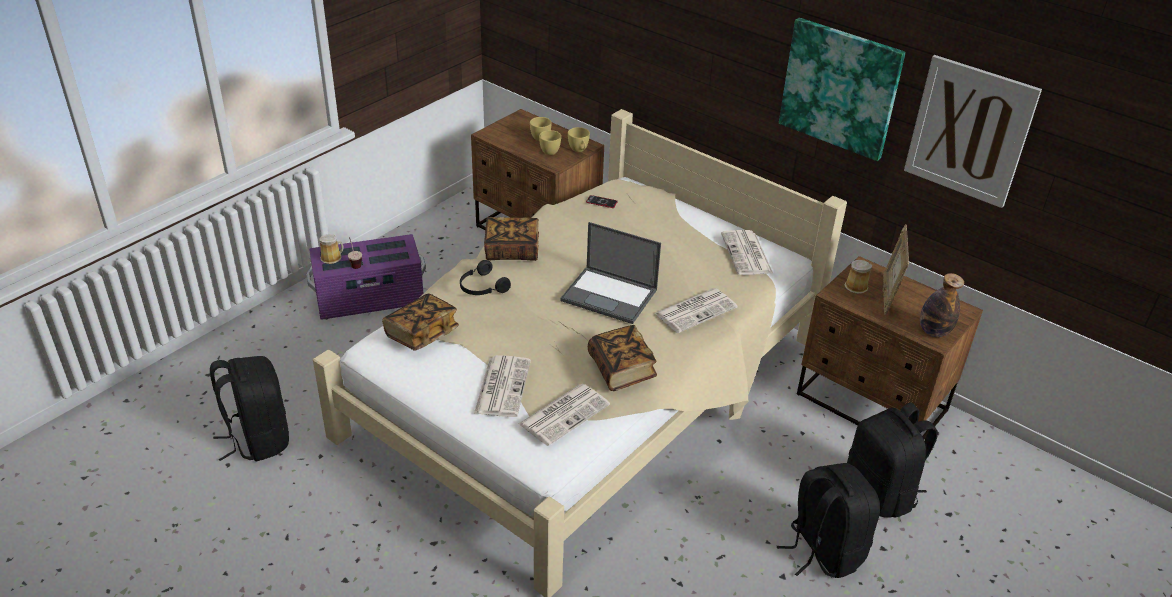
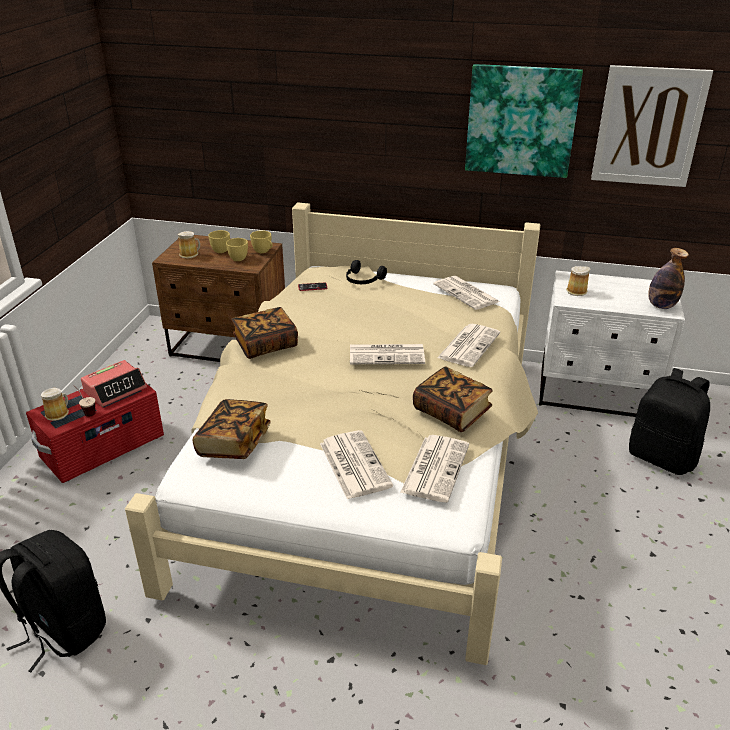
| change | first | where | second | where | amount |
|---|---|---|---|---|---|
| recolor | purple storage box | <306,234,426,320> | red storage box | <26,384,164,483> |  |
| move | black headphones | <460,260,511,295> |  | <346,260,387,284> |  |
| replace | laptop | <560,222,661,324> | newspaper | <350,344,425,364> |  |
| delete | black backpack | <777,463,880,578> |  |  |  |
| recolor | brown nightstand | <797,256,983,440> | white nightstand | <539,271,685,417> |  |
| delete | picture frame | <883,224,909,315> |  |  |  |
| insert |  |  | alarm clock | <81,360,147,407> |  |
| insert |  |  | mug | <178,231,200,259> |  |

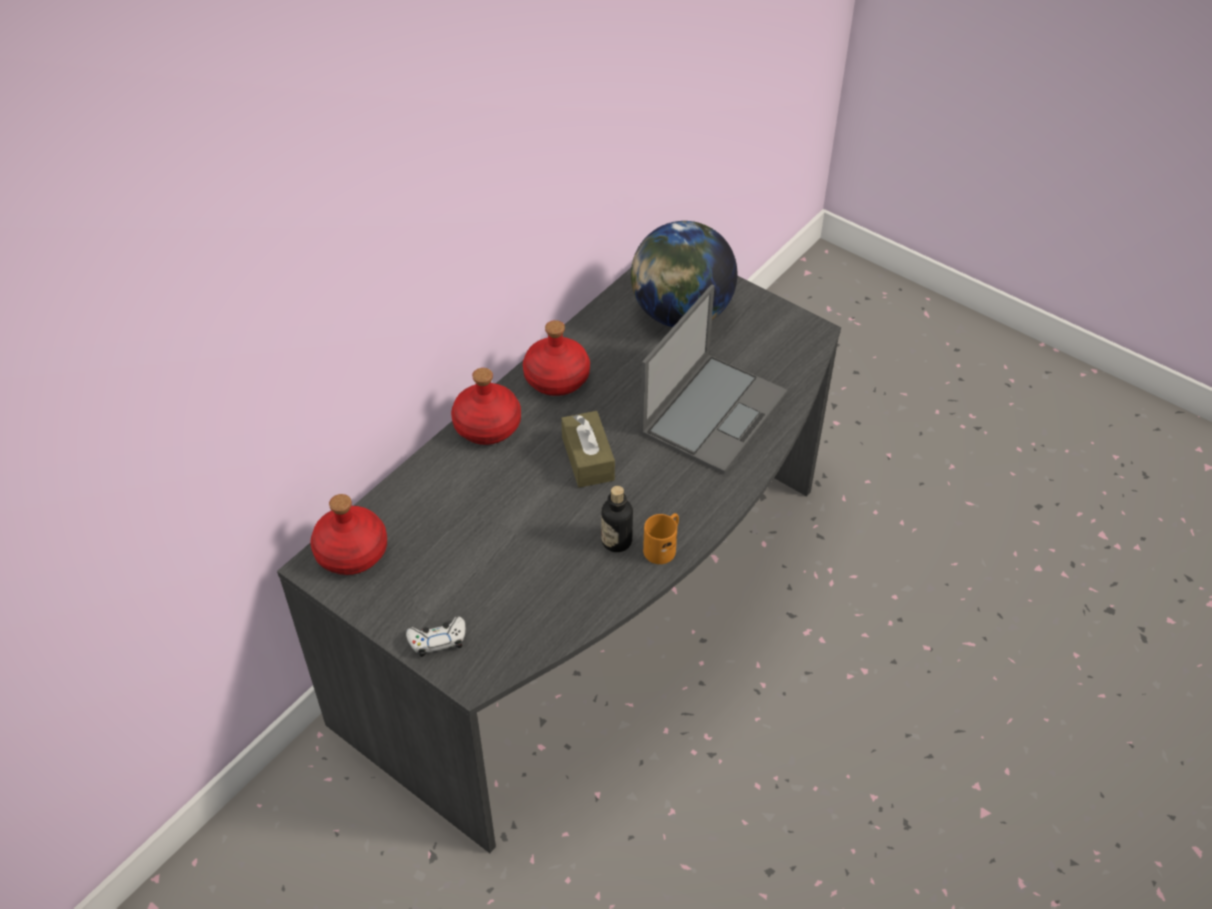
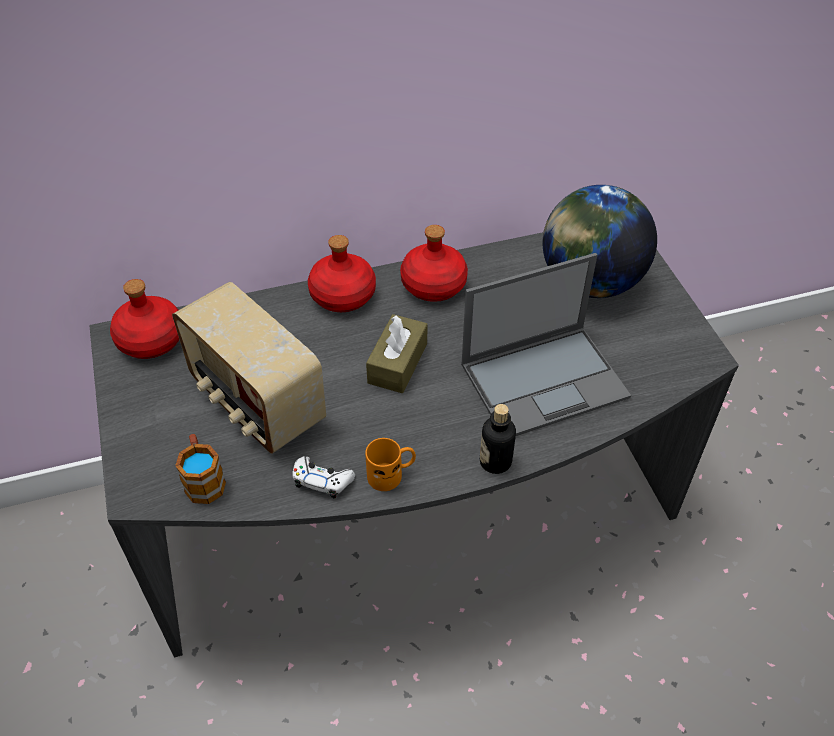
| change | first | where | second | where | amount |
|---|---|---|---|---|---|
| move | white game controller | <406,617,465,657> |  | <292,456,355,499> |  |
| move | bottle | <601,486,633,552> |  | <480,404,516,474> |  |
| insert |  |  | radio | <172,282,326,454> |  |
| insert |  |  | mug | <175,434,226,504> |  |

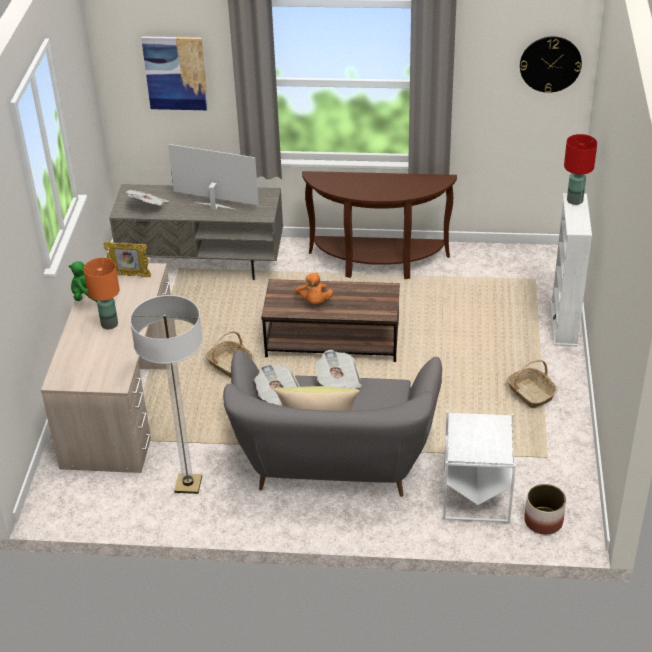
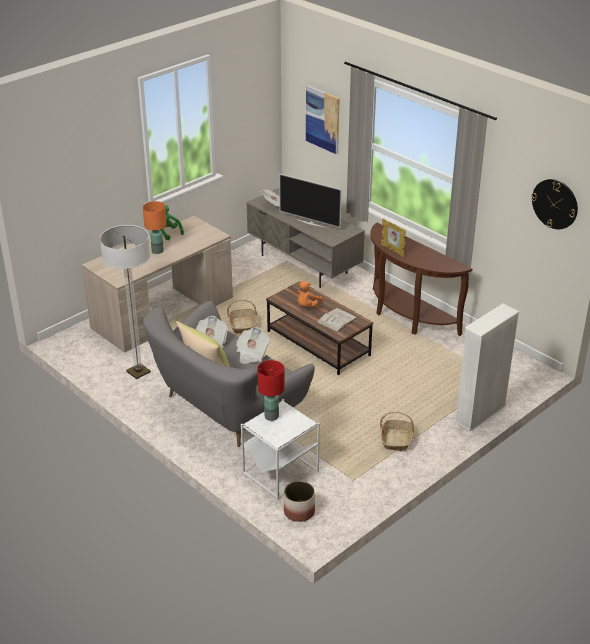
| change | first | where | second | where | amount |
|---|---|---|---|---|---|
| move | picture frame | <103,242,151,277> |  | <381,219,406,257> |  |
| rotate | television | <168,144,259,210> |  | <279,174,342,228> | 150 degrees clockwise |
| move | red table lamp | <564,134,597,205> |  | <257,360,285,421> |  |
| insert |  |  | white book | <316,308,358,333> |  |

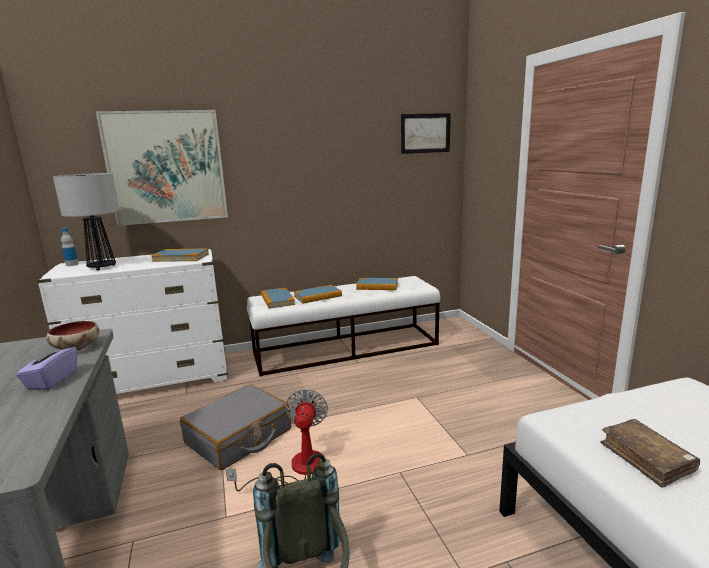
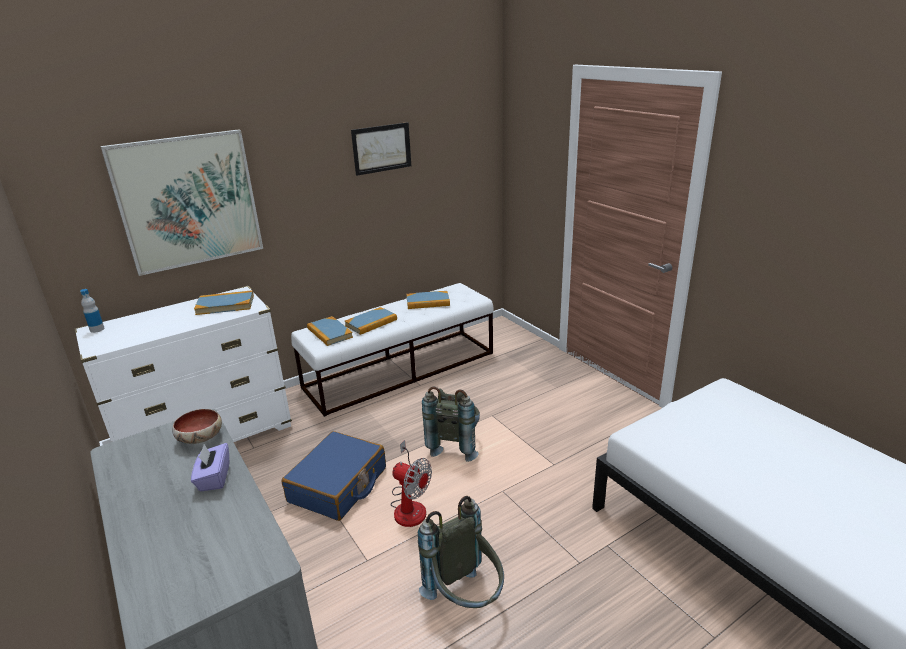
| change | first | where | second | where | amount |
|---|---|---|---|---|---|
| delete | table lamp | <53,173,119,271> |  |  |  |
| recolor | grey suitcase | <180,385,291,470> | blue suitcase | <282,431,386,521> |  |
| rotate | fan | <226,389,328,491> |  | <391,440,432,527> | 135 degrees clockwise |
| move | picture | <401,113,451,154> |  | <351,122,411,176> |  |
| delete | brown book | <600,419,700,488> |  |  |  |
| insert |  |  | grey backpack | <422,387,480,462> |  |

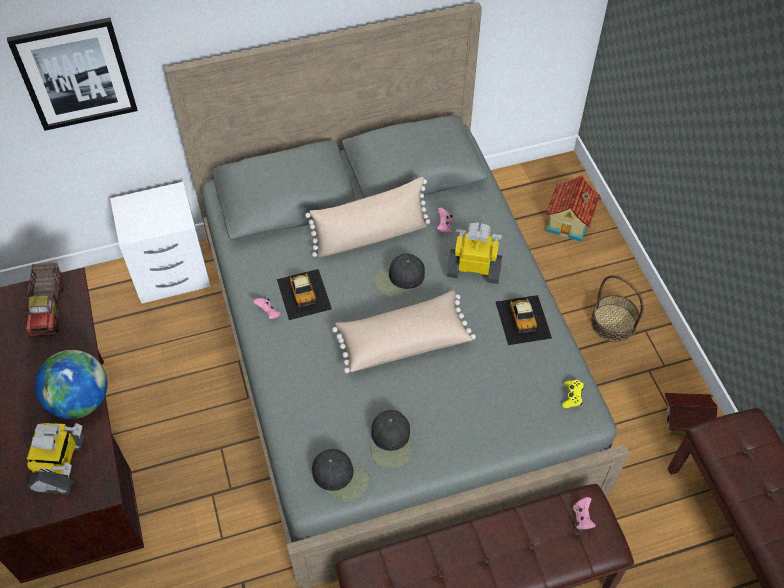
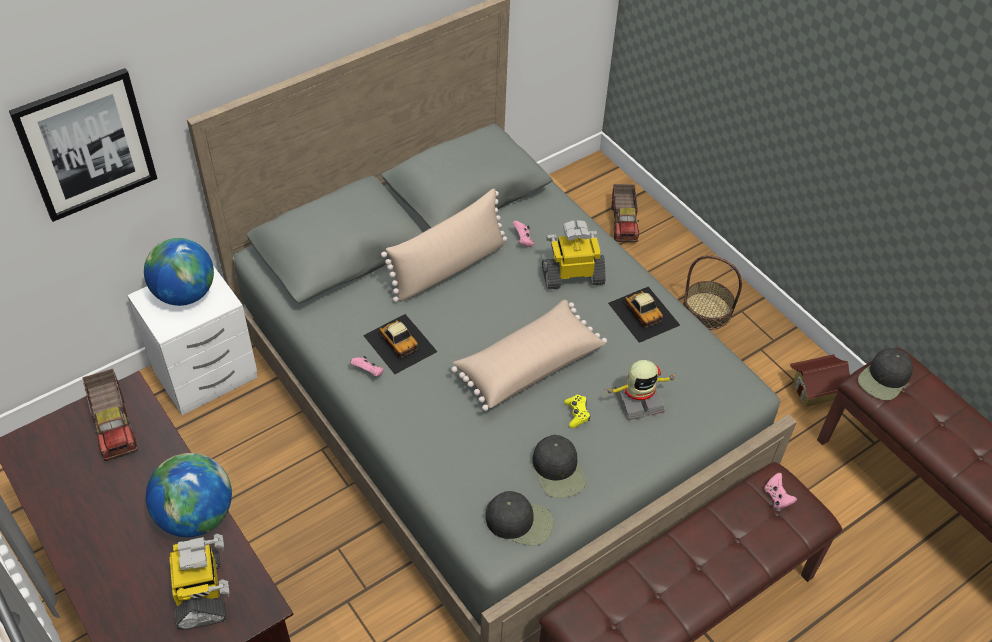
| change | first | where | second | where | amount |
|---|---|---|---|---|---|
| move | black cap | <374,253,425,297> |  | <858,348,913,400> |  |
| replace | toy house | <546,175,600,242> | toy truck | <612,184,639,242> |  |
| move | yellow game controller | <562,380,584,408> |  | <564,395,590,428> |  |
| insert |  |  | globe | <144,238,214,306> |  |
| insert |  |  | toy robot | <606,360,676,420> |  |

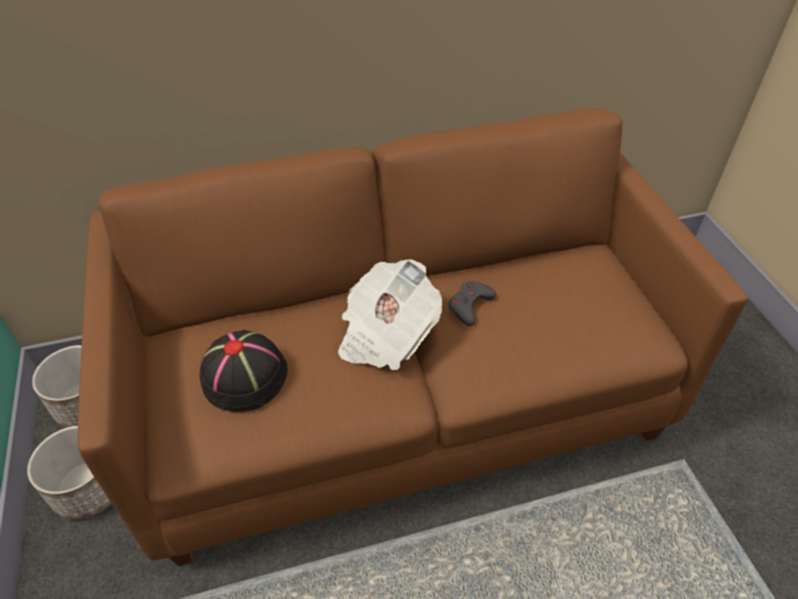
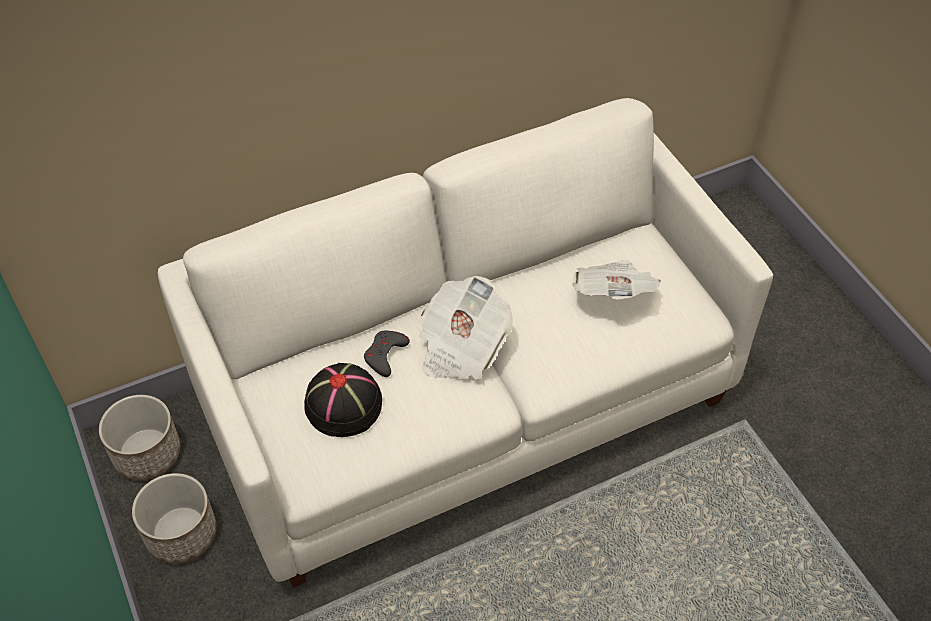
| change | first | where | second | where | amount |
|---|---|---|---|---|---|
| recolor | brown sofa | <78,108,748,566> | white sofa | <158,98,773,588> |  |
| move | grey game controller | <448,281,496,326> |  | <364,331,410,377> |  |
| insert |  |  | newspaper | <572,260,662,300> |  |

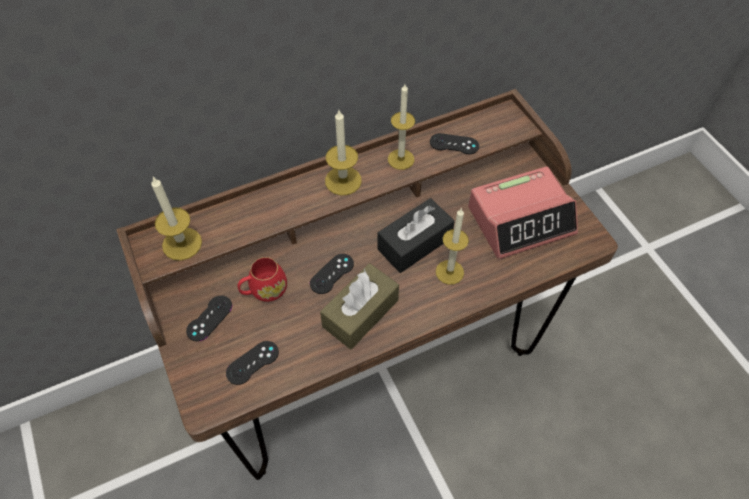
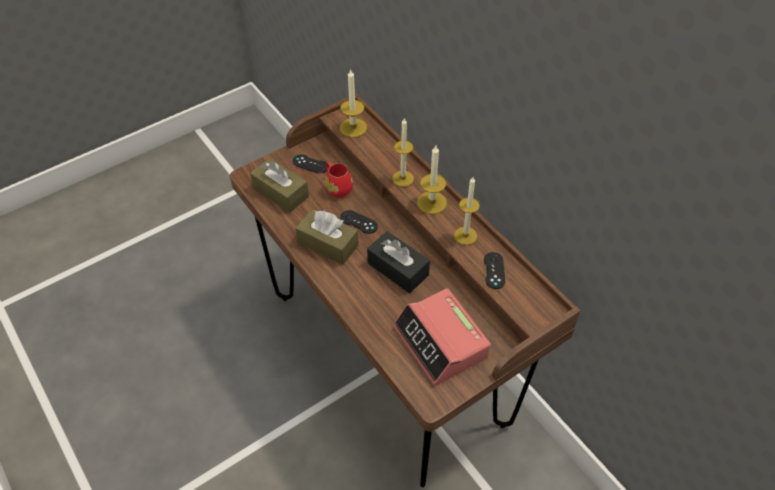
| change | first | where | second | where | amount |
|---|---|---|---|---|---|
| replace | black game controller | <226,341,279,385> | brown tissue box | <250,158,309,213> |  |
| move | candle | <436,208,469,285> |  | <392,118,414,187> |  |

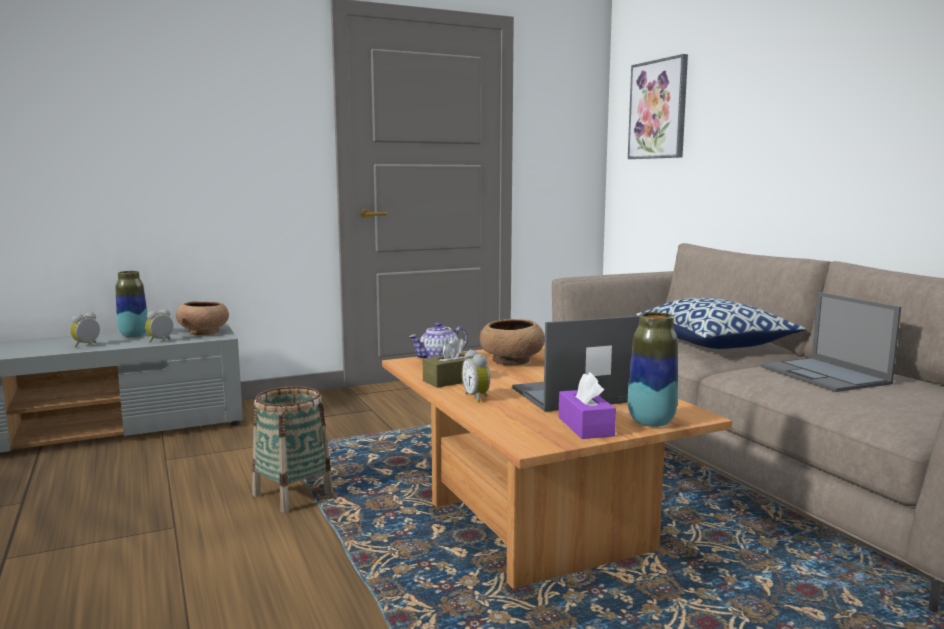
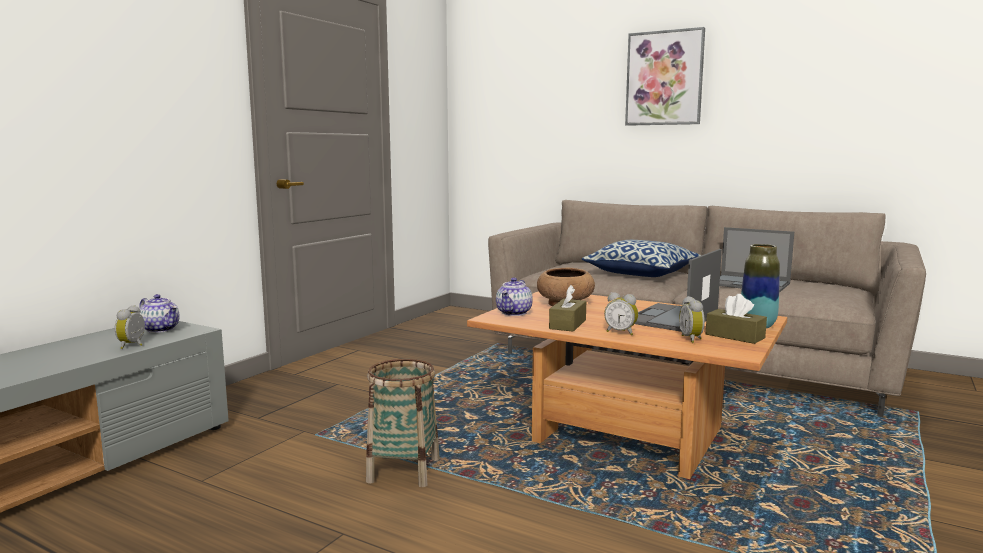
| change | first | where | second | where | amount |
|---|---|---|---|---|---|
| move | alarm clock | <70,312,100,347> |  | <679,296,705,343> |  |
| delete | vase | <116,271,148,337> |  |  |  |
| replace | brown bowl | <176,301,229,335> | teapot | <140,294,180,333> |  |
| recolor | purple tissue box | <559,372,616,439> | brown tissue box | <706,294,767,344> |  |
| move | picture | <628,54,688,159> |  | <625,27,705,126> |  |

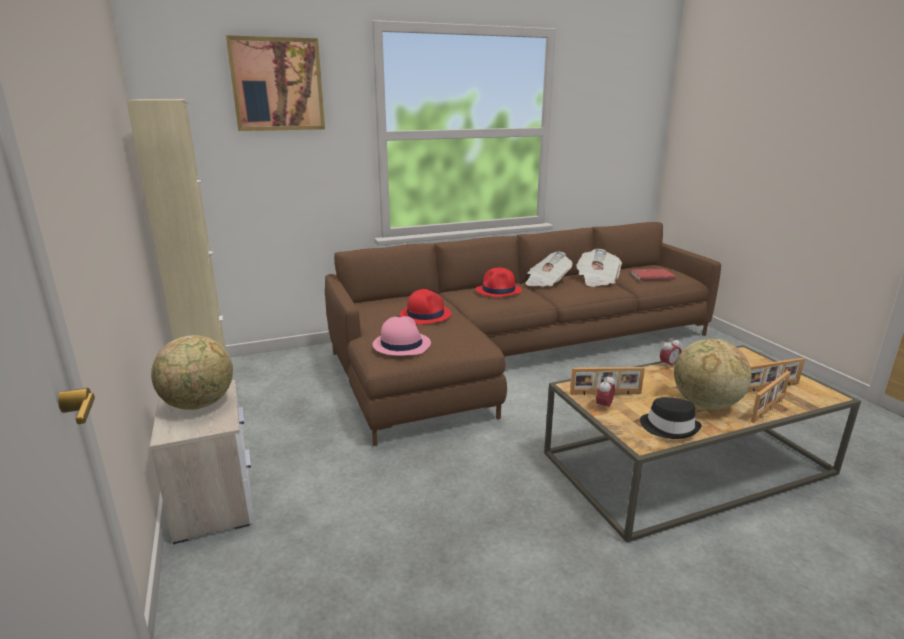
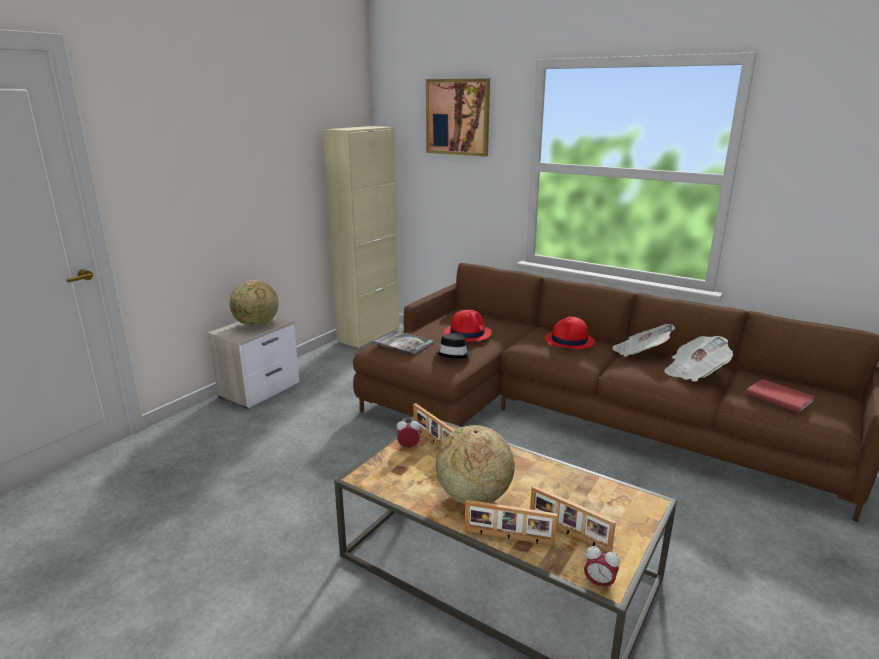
| change | first | where | second | where | amount |
|---|---|---|---|---|---|
| replace | pink hat | <372,316,431,356> | book | <373,330,434,355> |  |
| move | black hat | <640,397,702,439> |  | <436,333,472,359> |  |
| move | alarm clock | <660,337,682,369> |  | <584,545,620,591> |  |

